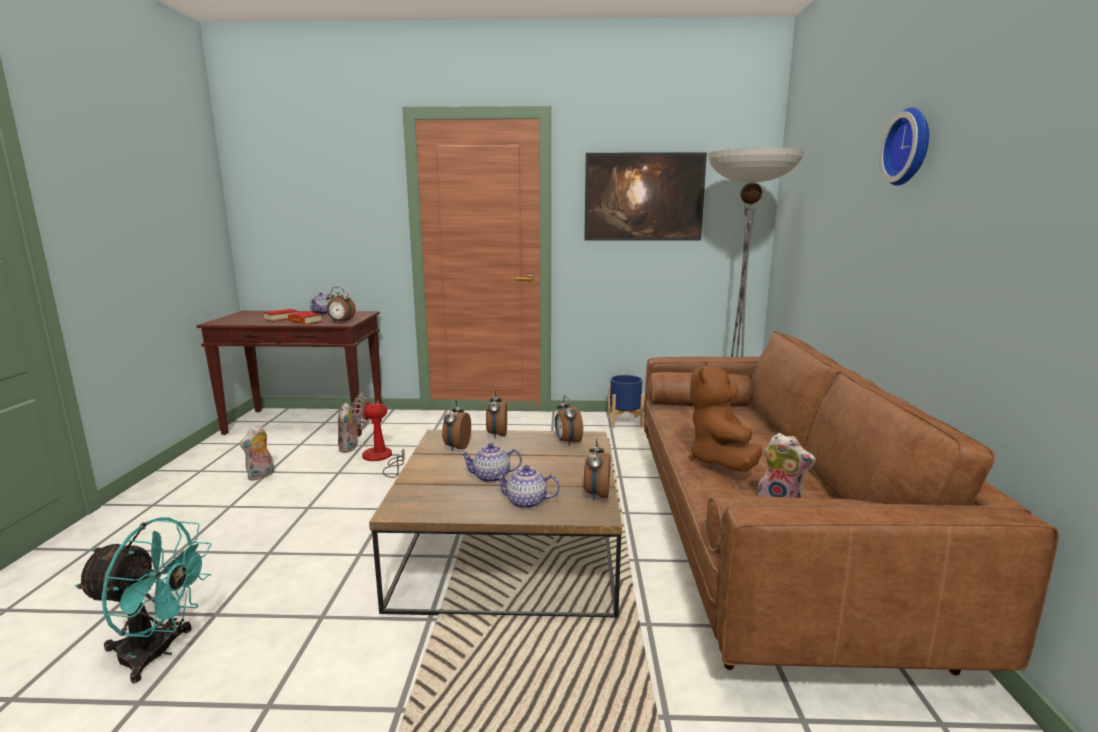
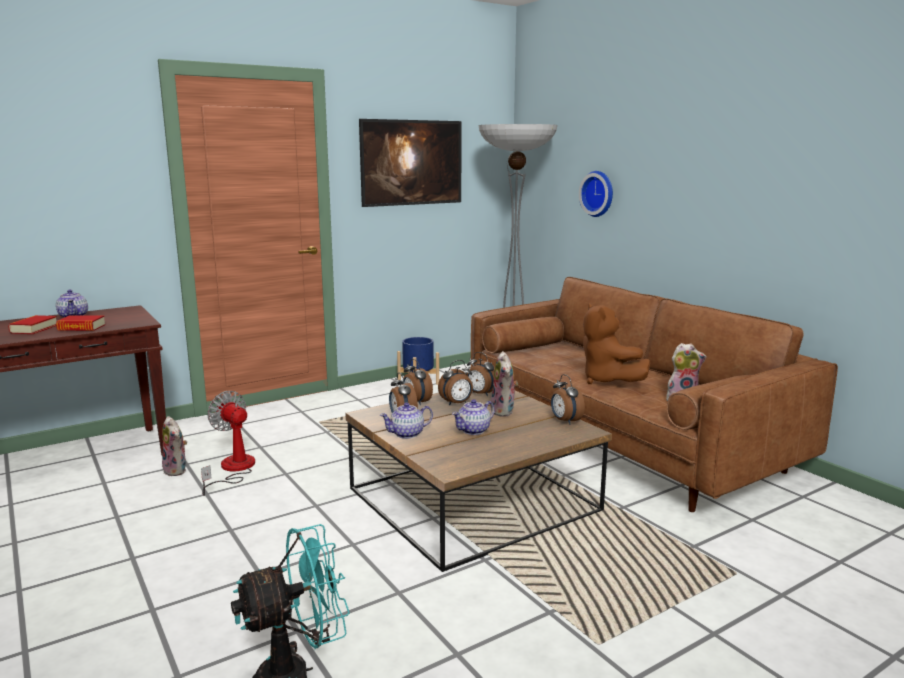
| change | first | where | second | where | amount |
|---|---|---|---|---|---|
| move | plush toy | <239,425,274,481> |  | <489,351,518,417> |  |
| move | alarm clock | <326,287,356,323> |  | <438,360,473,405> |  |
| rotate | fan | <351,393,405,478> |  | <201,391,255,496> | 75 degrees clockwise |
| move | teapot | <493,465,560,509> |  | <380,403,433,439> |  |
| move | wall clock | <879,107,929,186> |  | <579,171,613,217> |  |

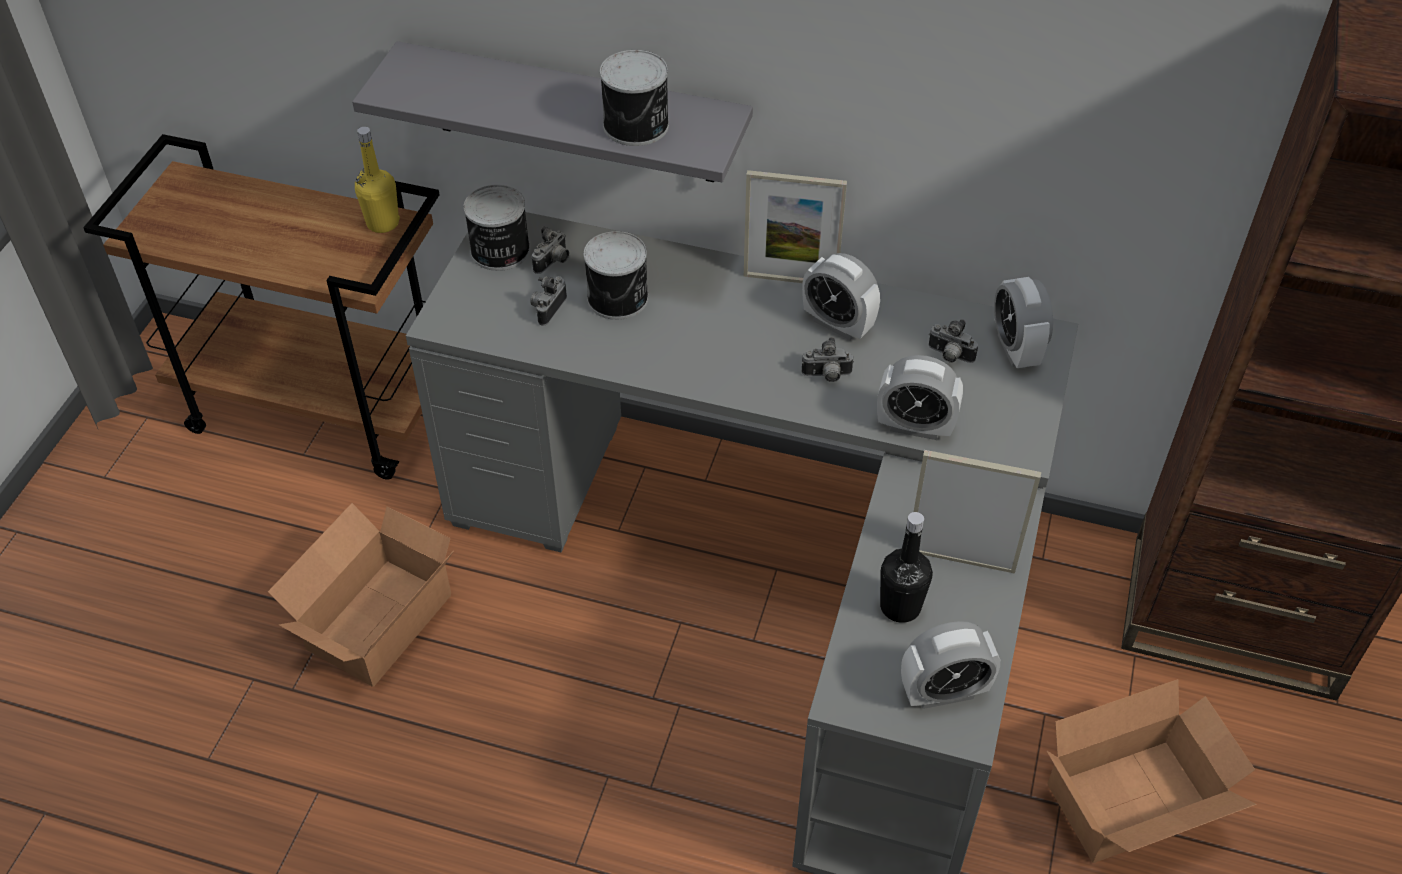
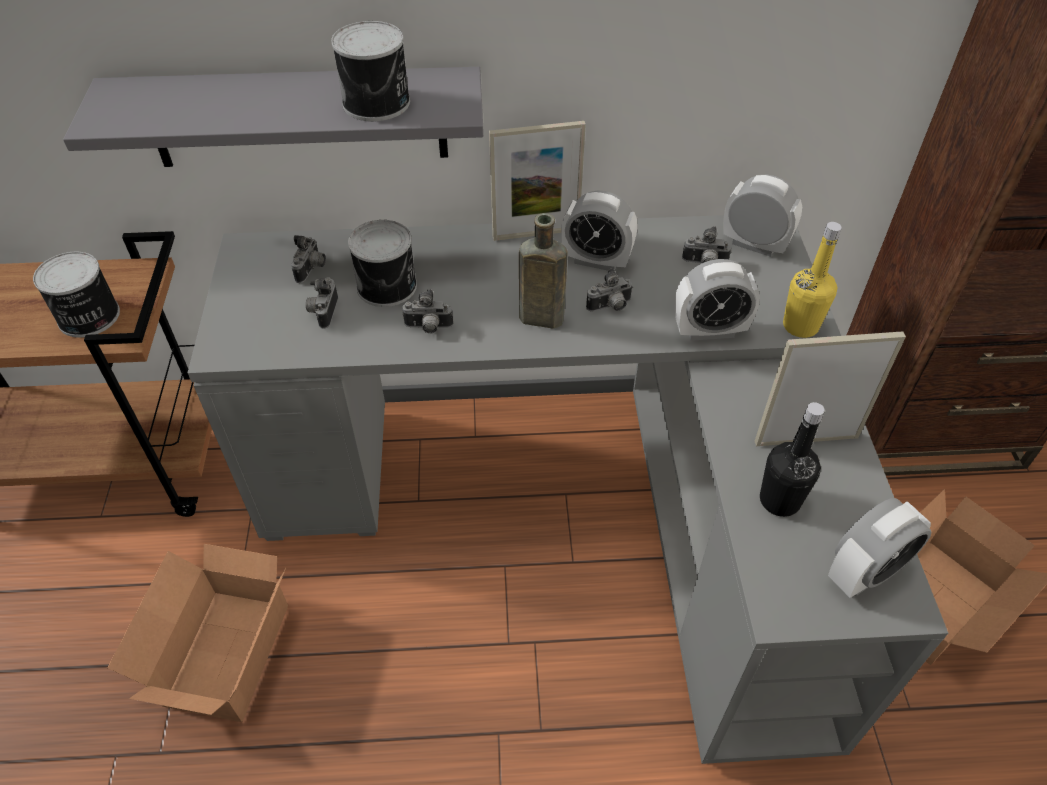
| change | first | where | second | where | amount |
|---|---|---|---|---|---|
| move | yellow bottle | <355,127,400,233> |  | <783,222,842,338> |  |
| move | can | <463,185,530,271> |  | <33,252,120,338> |  |
| rotate | alarm clock | <994,277,1053,368> |  | <723,175,802,257> | 150 degrees clockwise |
| insert |  |  | photo camera | <402,289,453,334> |  |
| insert |  |  | brown bottle | <519,213,567,329> |  |

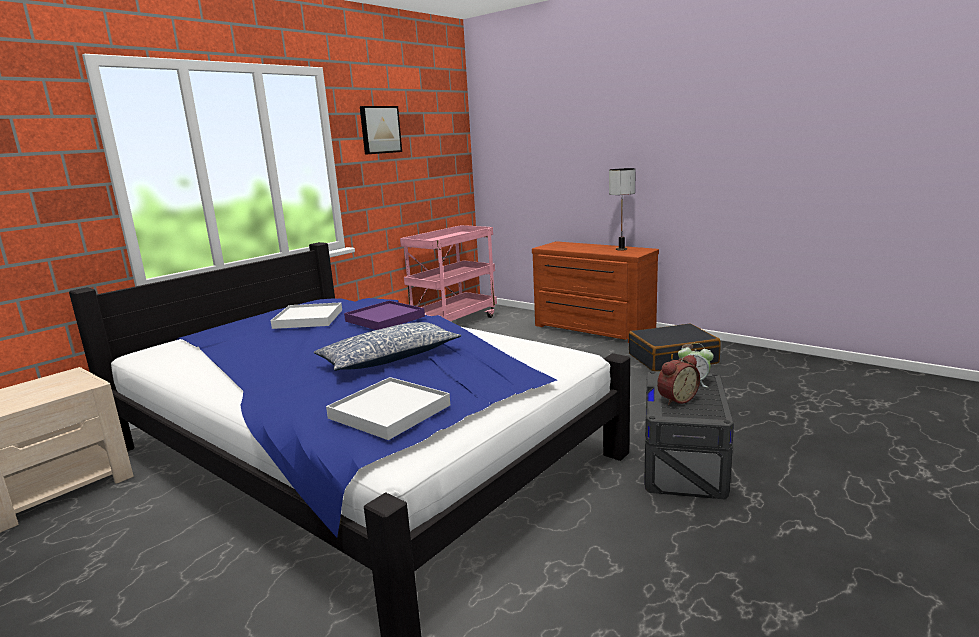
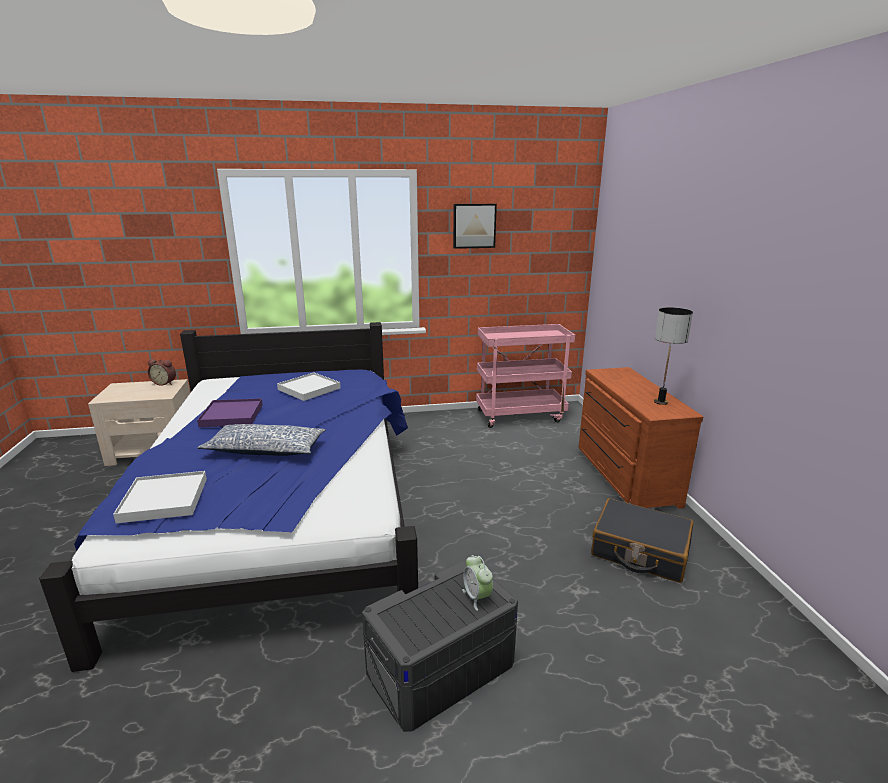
| change | first | where | second | where | amount |
|---|---|---|---|---|---|
| move | purple tray | <344,300,425,330> |  | <197,398,263,427> |  |
| move | alarm clock | <657,355,700,405> |  | <148,359,176,386> |  |

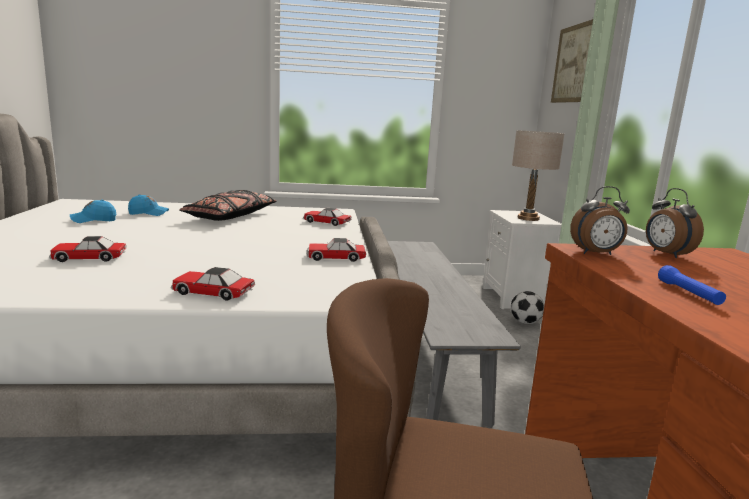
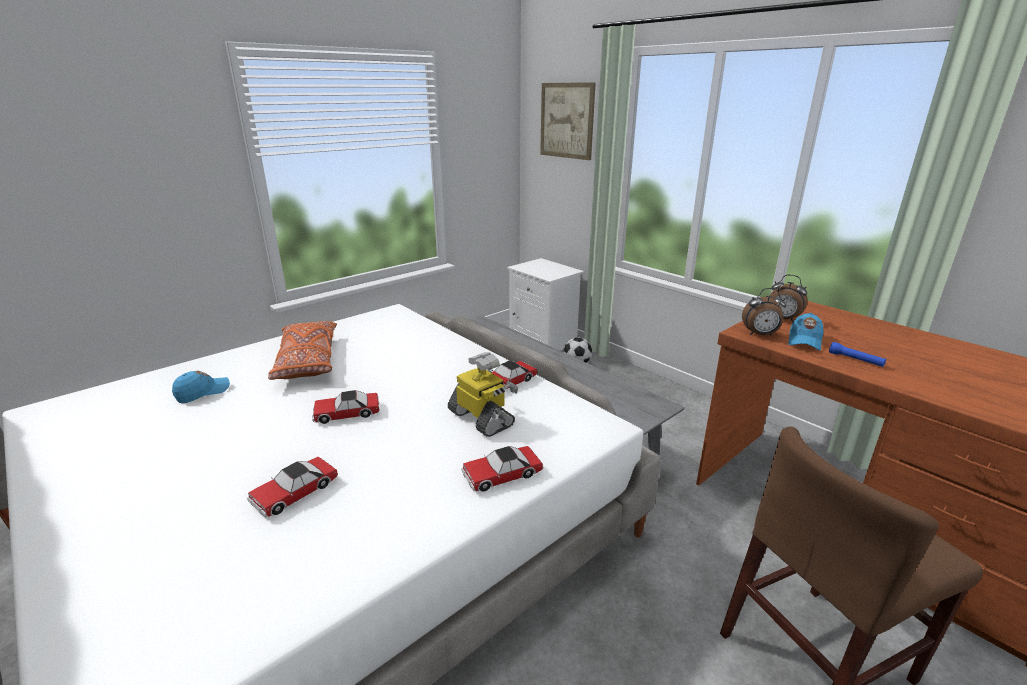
| change | first | where | second | where | amount |
|---|---|---|---|---|---|
| move | blue cap | <70,200,116,223> |  | <788,313,823,350> |  |
| recolor | black pillow | <179,190,276,221> | orange pillow | <268,321,337,380> |  |
| move | toy car | <303,208,352,226> |  | <312,390,380,424> |  |
| delete | beige table lamp | <512,131,564,221> |  |  |  |
| rotate | alarm clock | <570,186,630,255> |  | <742,288,786,336> | 45 degrees clockwise |
| insert |  |  | toy robot | <448,352,518,437> |  |

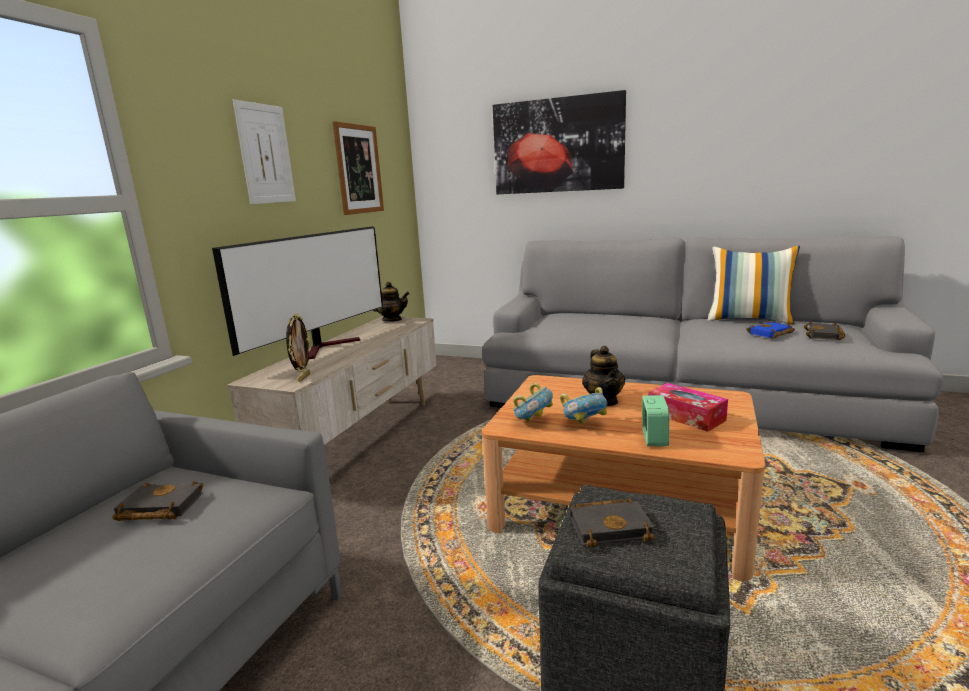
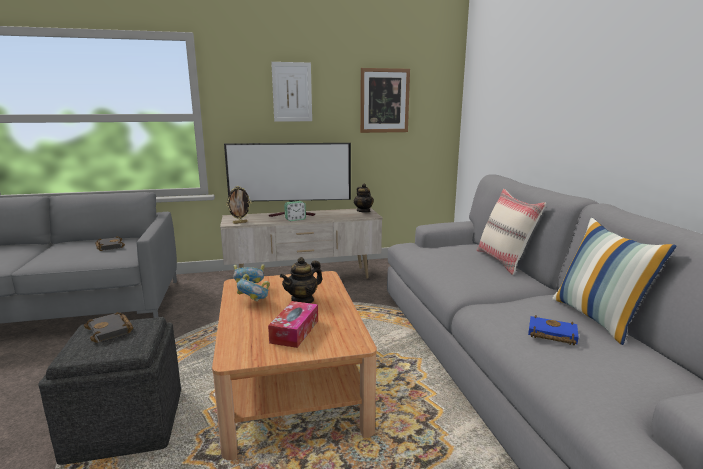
| change | first | where | second | where | amount |
|---|---|---|---|---|---|
| delete | picture | <493,90,626,194> |  |  |  |
| move | alarm clock | <642,395,669,446> |  | <284,201,306,221> |  |
| delete | black book | <804,322,845,340> |  |  |  |
| insert |  |  | beige pillow | <477,189,546,275> |  |

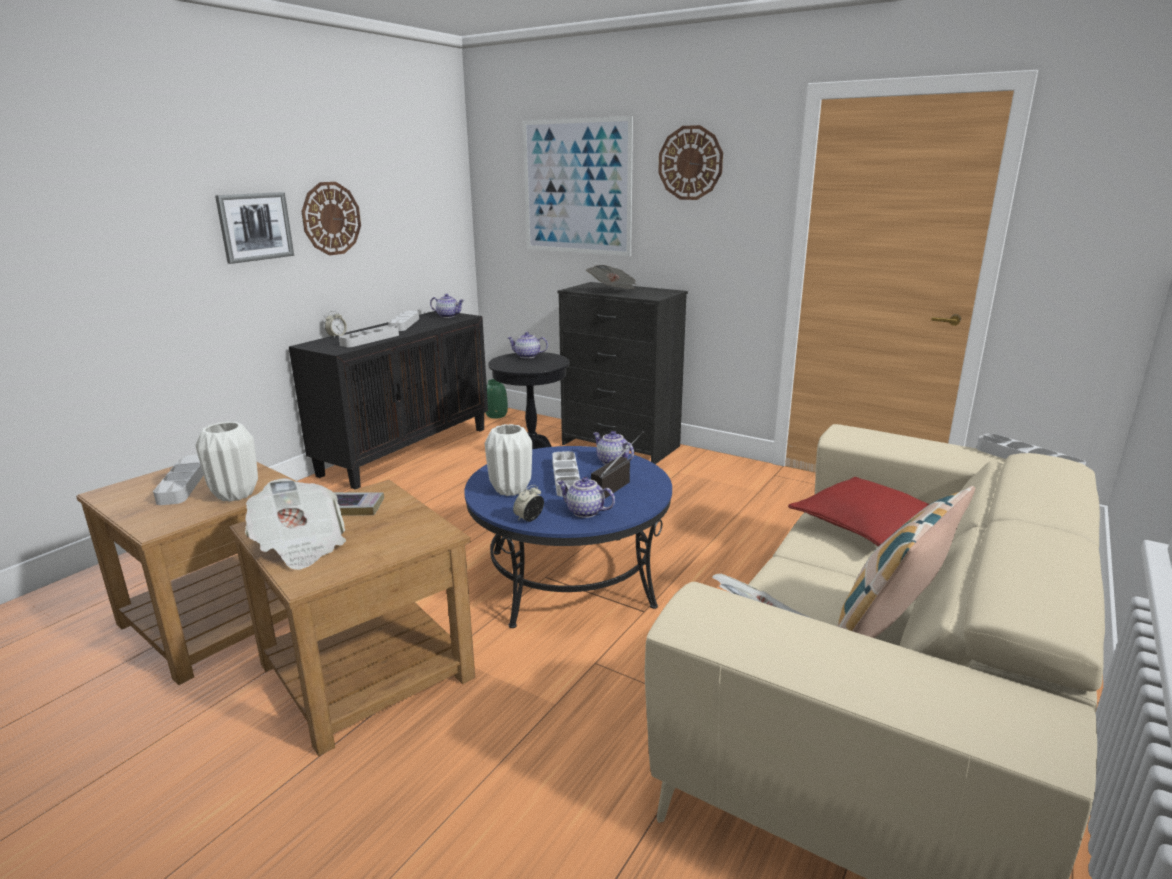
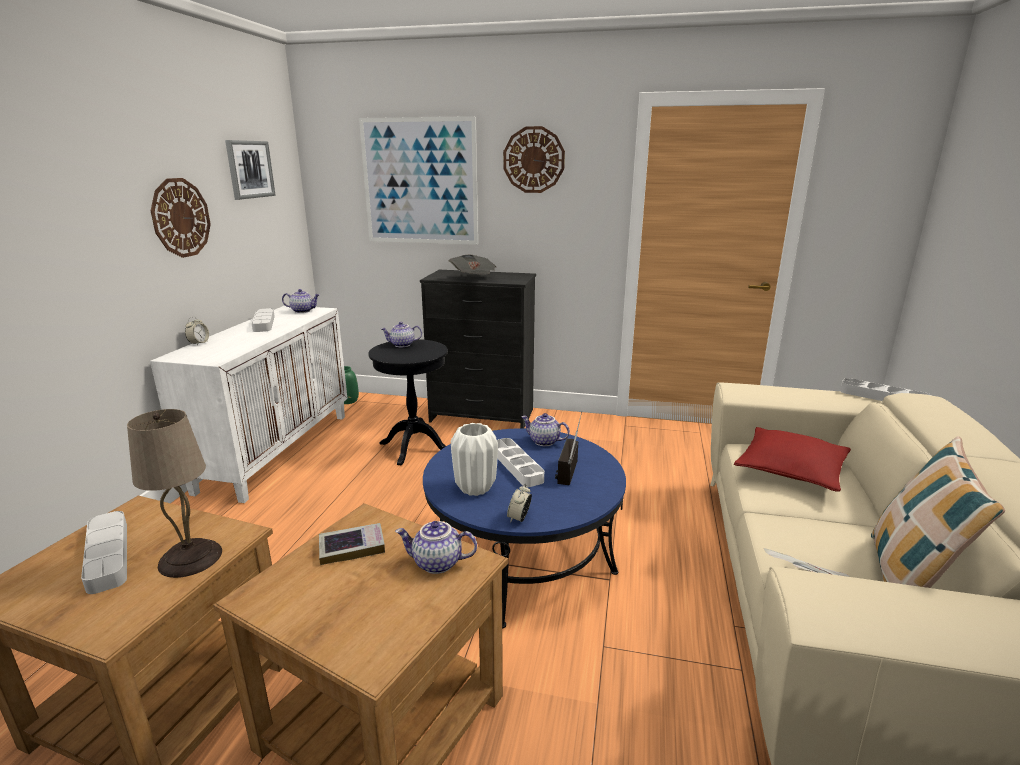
| change | first | where | second | where | amount |
|---|---|---|---|---|---|
| replace | white vase | <196,422,258,502> | beige table lamp | <127,409,222,578> |  |
| move | picture | <215,192,294,264> |  | <225,140,276,200> |  |
| delete | newspaper | <245,478,346,570> |  |  |  |
| recolor | black cabinet | <289,311,488,489> | white cabinet | <150,305,348,503> |  |
| delete | grey tray | <339,325,399,347> |  |  |  |
| move | teapot | <556,477,615,518> |  | <395,521,477,574> |  |

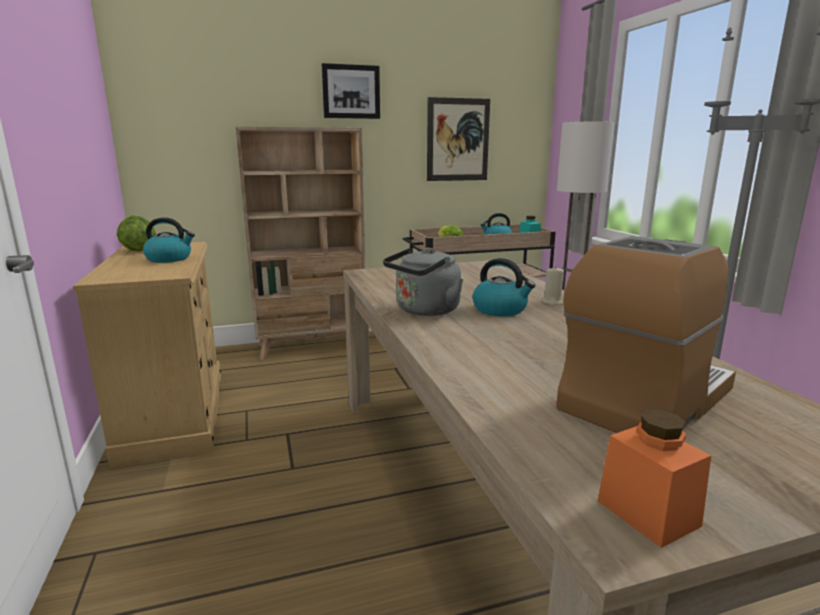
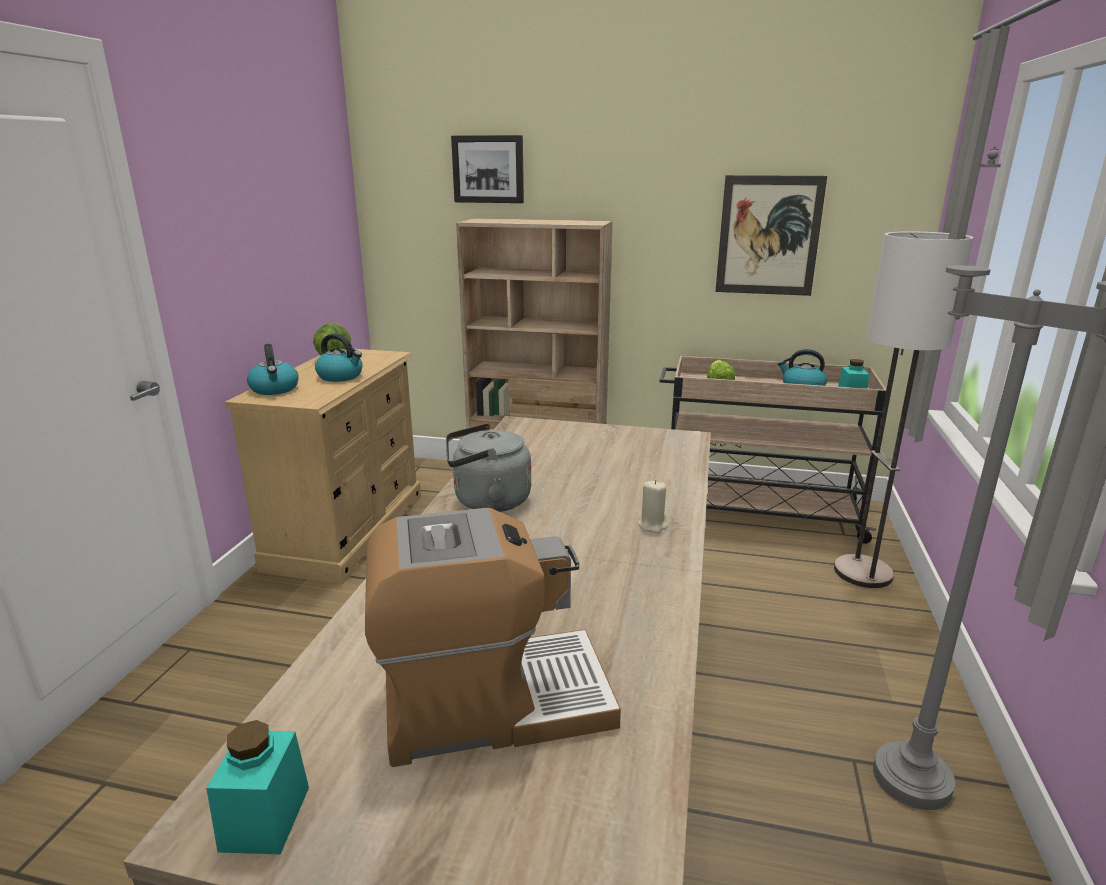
| change | first | where | second | where | amount |
|---|---|---|---|---|---|
| move | picture | <321,63,380,119> |  | <451,135,524,203> |  |
| move | kettle | <472,258,535,316> |  | <247,344,299,395> |  |
| recolor | orange jar | <598,410,711,548> | turquoise jar | <206,720,309,854> |  |

